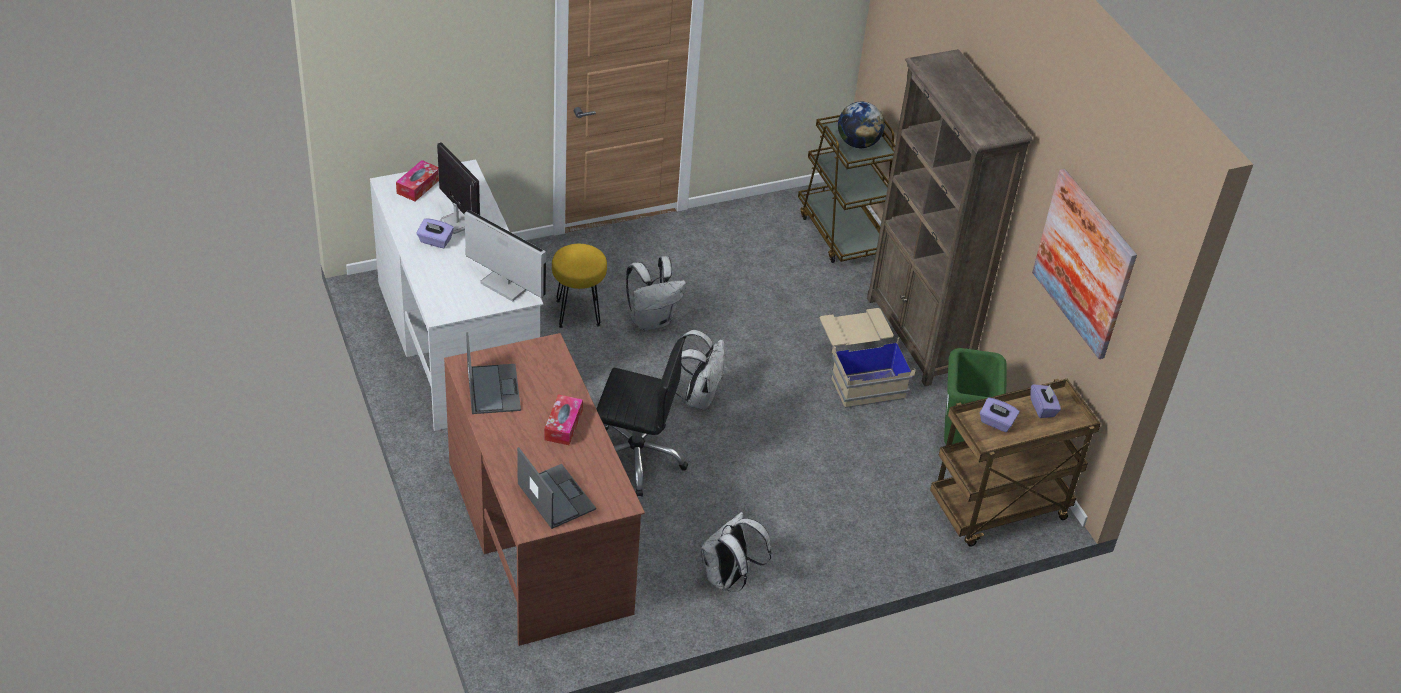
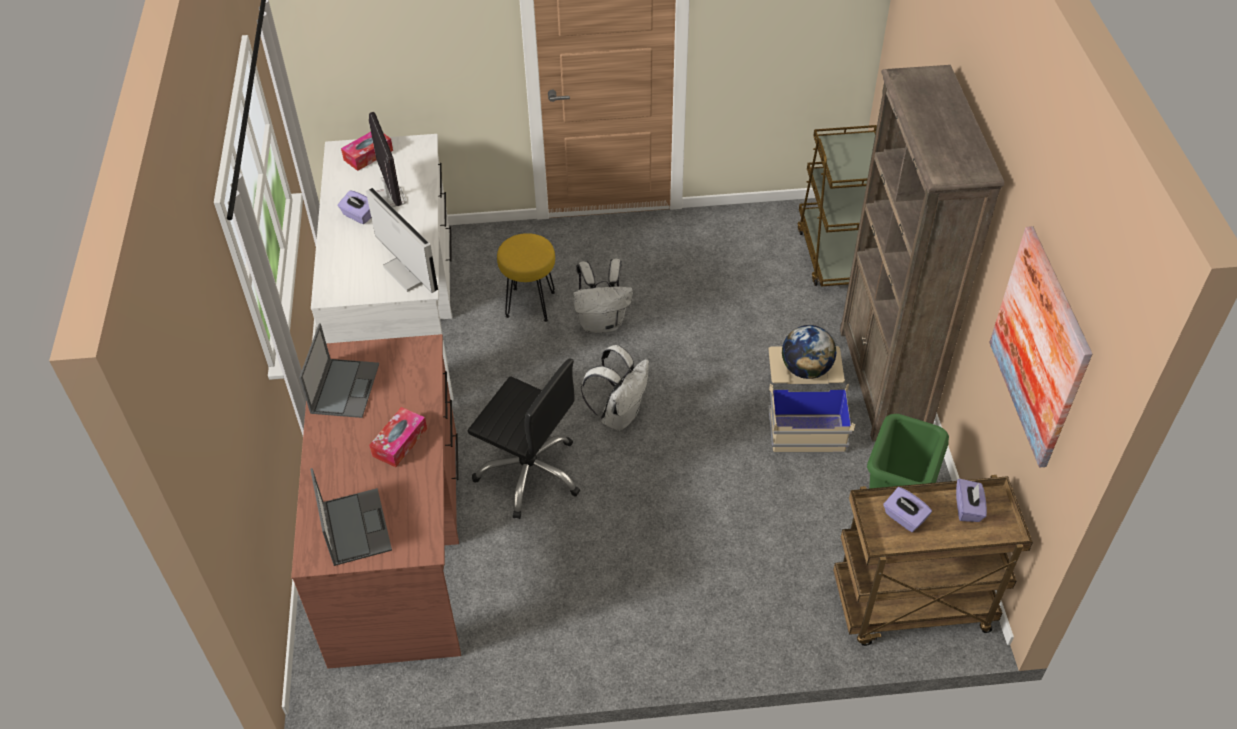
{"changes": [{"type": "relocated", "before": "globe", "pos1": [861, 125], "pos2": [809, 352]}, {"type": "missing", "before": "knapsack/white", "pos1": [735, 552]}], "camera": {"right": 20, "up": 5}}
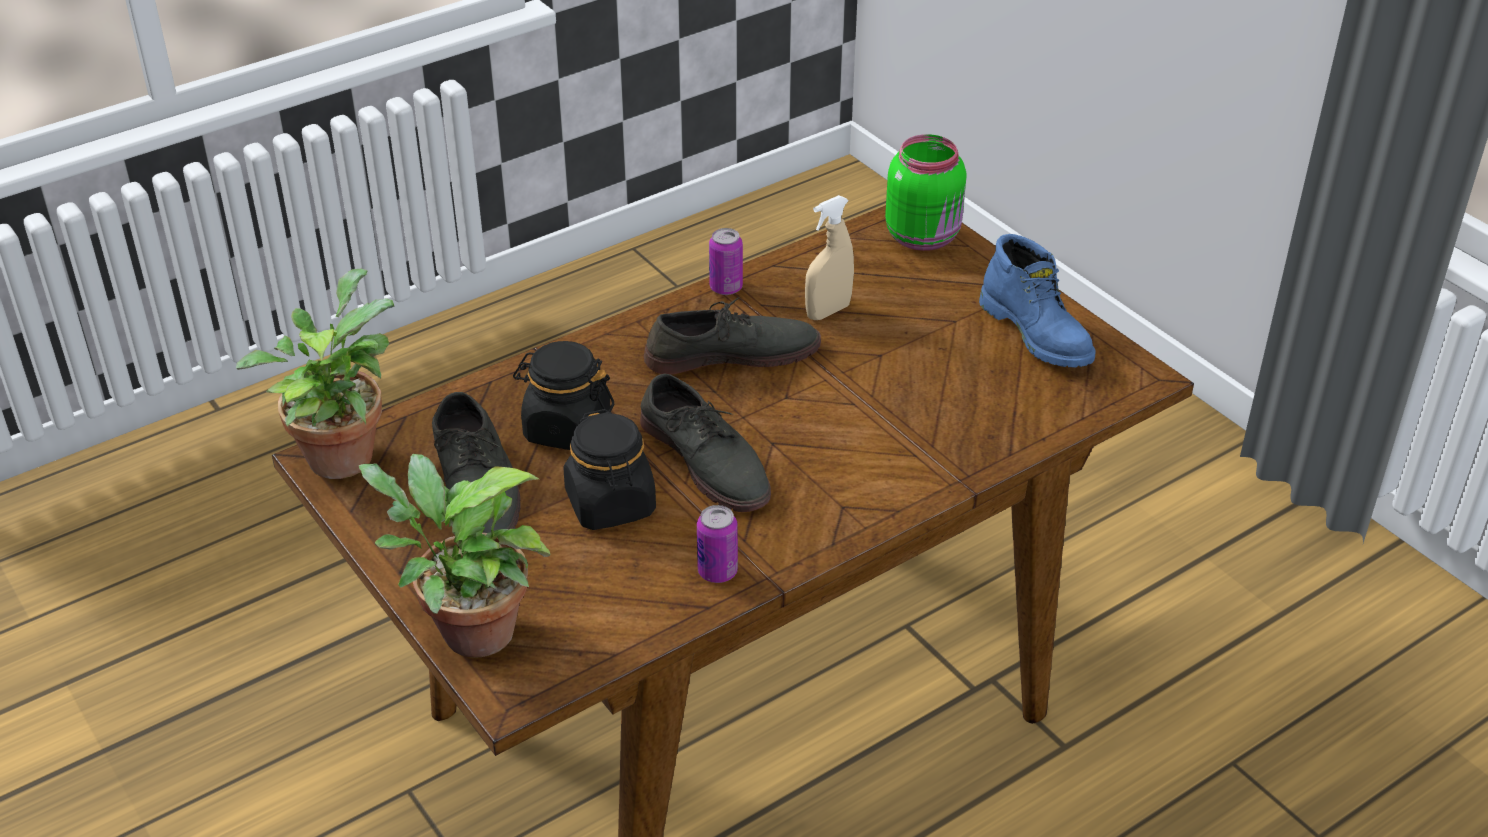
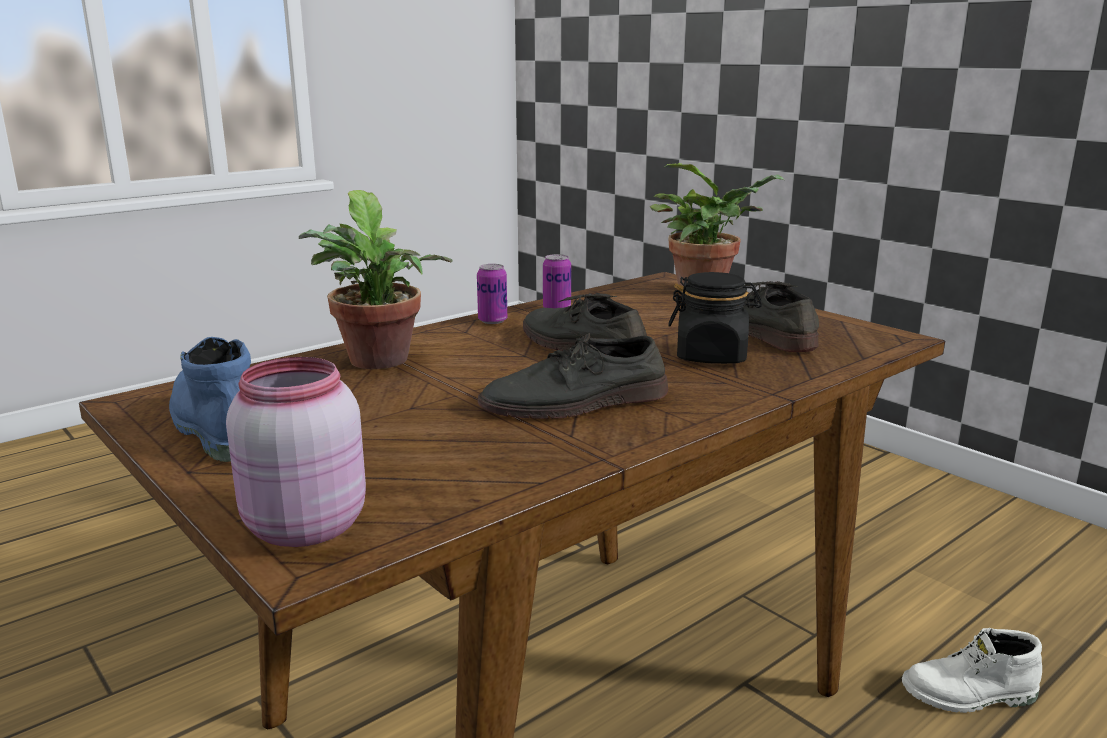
{"changes": [{"type": "colour", "before": "jar/greenish", "after": "jar/pink-coloured", "pos1": [926, 192], "pos2": [296, 452]}, {"type": "missing", "before": "sprayer/sand-coloured", "pos1": [829, 257]}, {"type": "relocated", "before": "sealed can", "pos1": [726, 261], "pos2": [492, 294]}, {"type": "relocated", "before": "houseplant", "pos1": [315, 374], "pos2": [376, 279]}, {"type": "missing", "before": "jar/black-coloured", "pos1": [610, 469]}, {"type": "appeared", "after": "boot/white", "pos2": [972, 670]}], "camera": {"right": 175, "up": -20}}
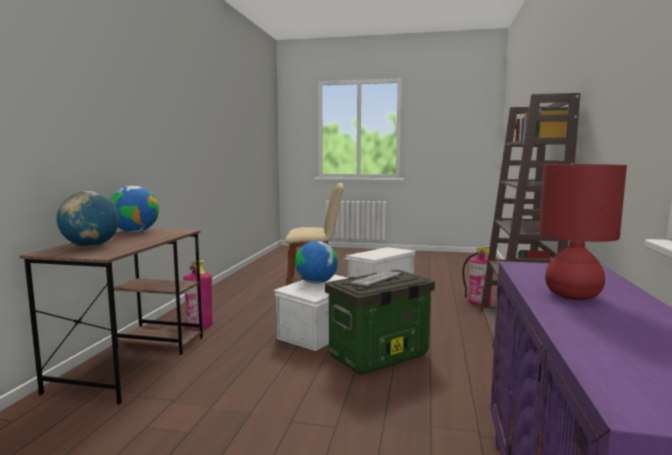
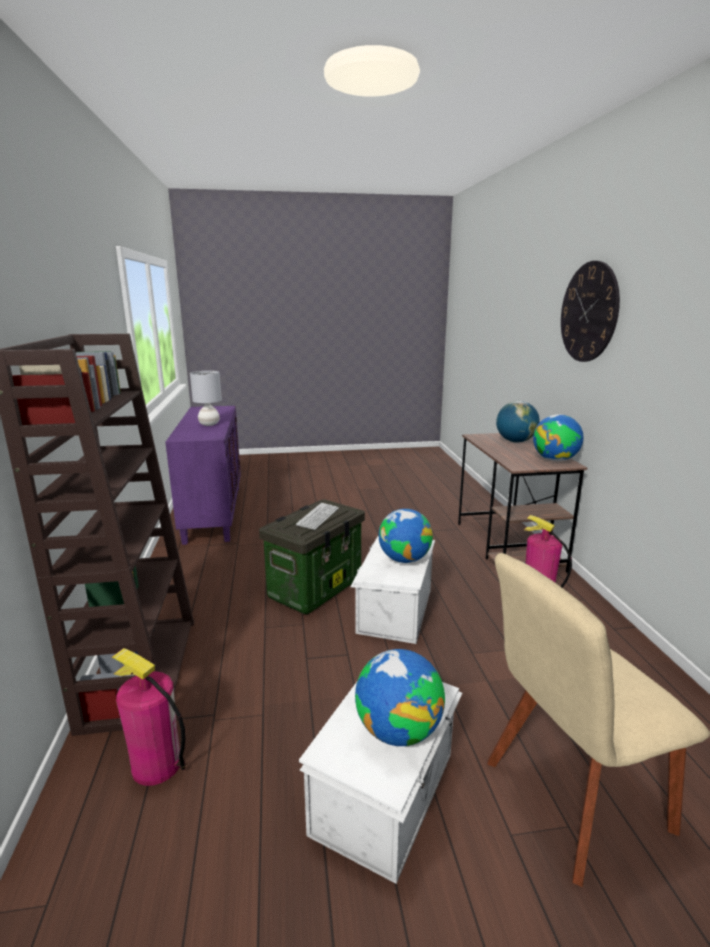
{"changes": [{"type": "colour", "before": "tabletop lamp/reddish", "after": "tabletop lamp/gray", "pos1": [583, 232], "pos2": [206, 398]}, {"type": "appeared", "after": "wall clock", "pos2": [590, 311]}, {"type": "appeared", "after": "globe", "pos2": [400, 697]}], "camera": {"right": 160, "up": 10}}
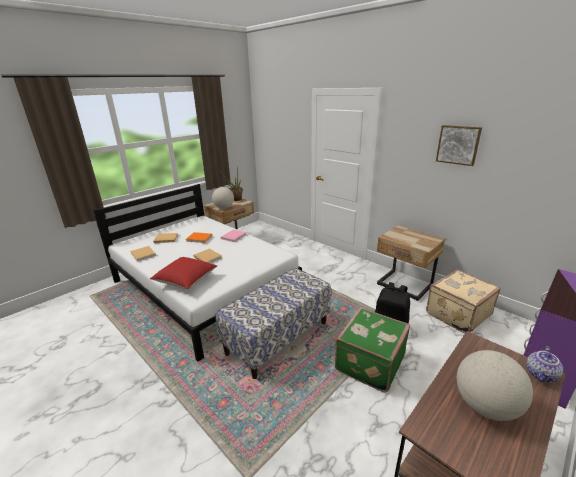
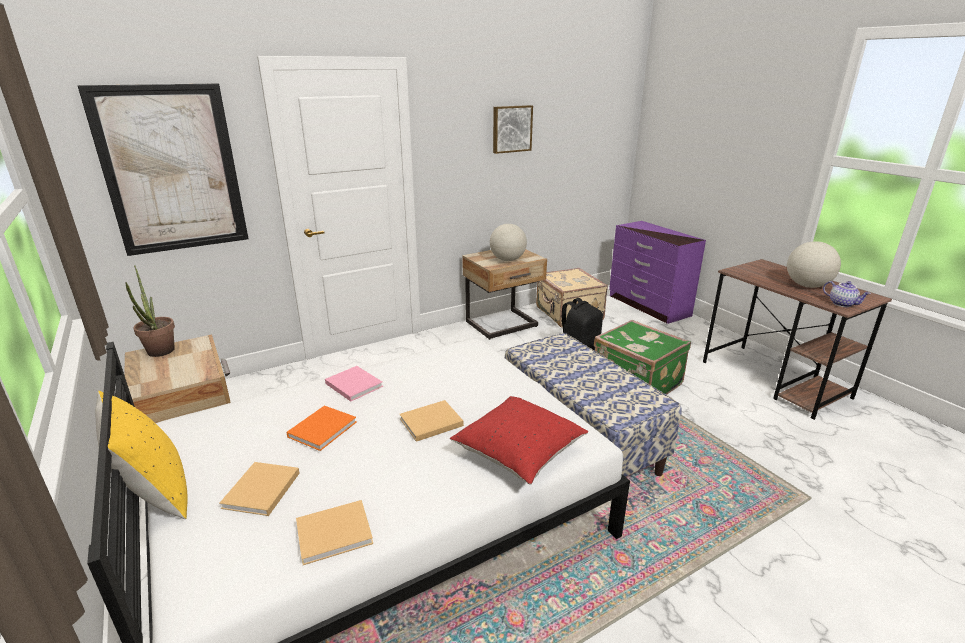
{"changes": [{"type": "relocated", "before": "globe", "pos1": [223, 198], "pos2": [508, 242]}, {"type": "relocated", "before": "tea pot", "pos1": [544, 364], "pos2": [847, 294]}, {"type": "appeared", "after": "picture", "pos2": [162, 169]}, {"type": "appeared", "after": "throw pillow/yellow-coloured", "pos2": [141, 455]}], "camera": {"right": -75, "up": 0}}
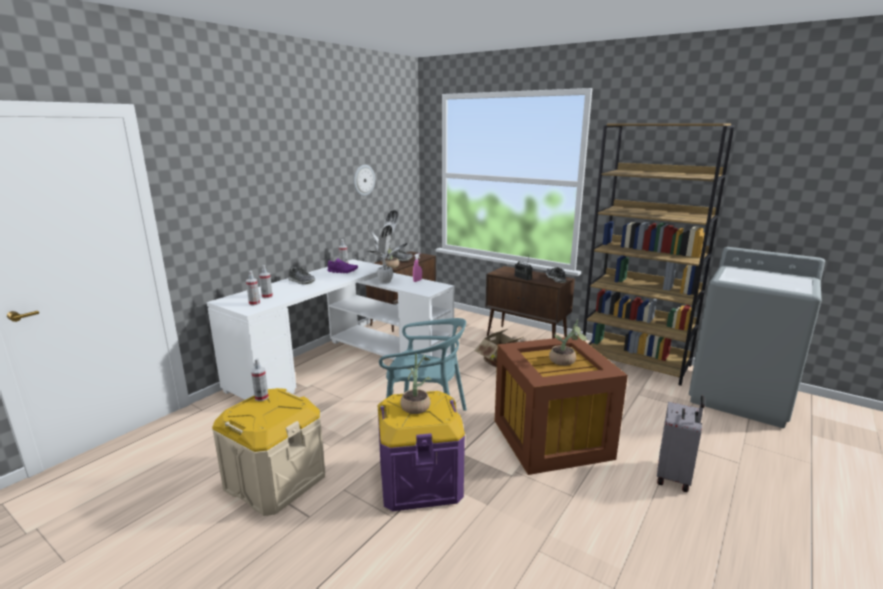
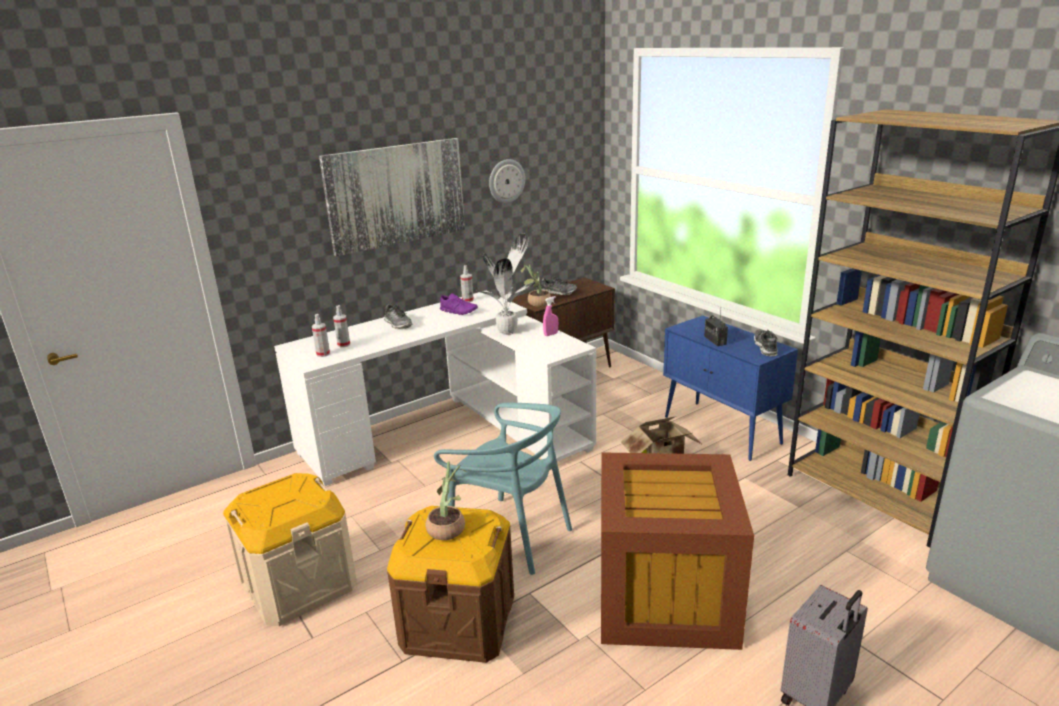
{"changes": [{"type": "colour", "before": "storage cabinet/brownish", "after": "storage cabinet/bluish", "pos1": [530, 302], "pos2": [730, 388]}, {"type": "missing", "before": "houseplant", "pos1": [568, 342]}, {"type": "missing", "before": "sprayer", "pos1": [260, 379]}, {"type": "colour", "before": "storage box/purple-coloured", "after": "storage box/brownish", "pos1": [421, 451], "pos2": [450, 584]}, {"type": "appeared", "after": "picture", "pos2": [392, 197]}], "camera": {"right": 20, "up": 5}}
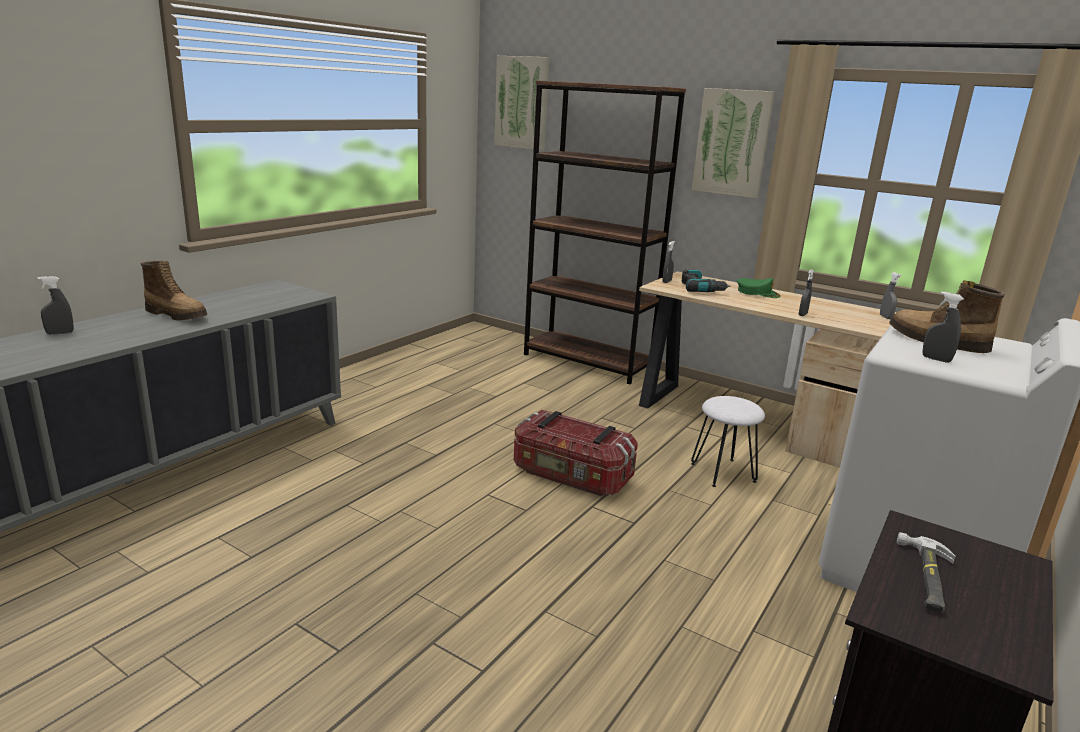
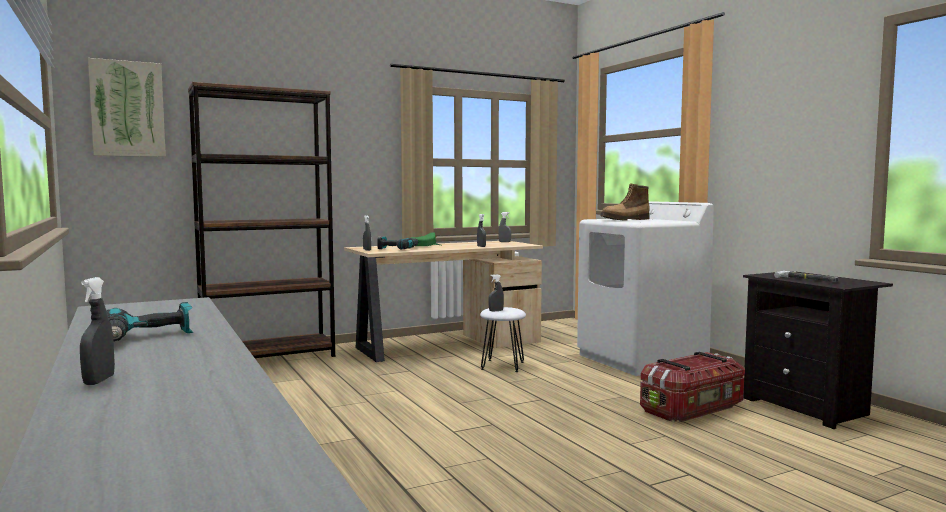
{"changes": [{"type": "missing", "before": "picture", "pos1": [733, 143]}, {"type": "exchanged", "before": "boot", "after": "power drill", "pos1": [174, 291], "pos2": [150, 322]}, {"type": "relocated", "before": "sprayer/gray", "pos1": [943, 327], "pos2": [496, 292]}, {"type": "relocated", "before": "storage box", "pos1": [576, 453], "pos2": [692, 387]}], "camera": {"right": -60, "up": -15}}
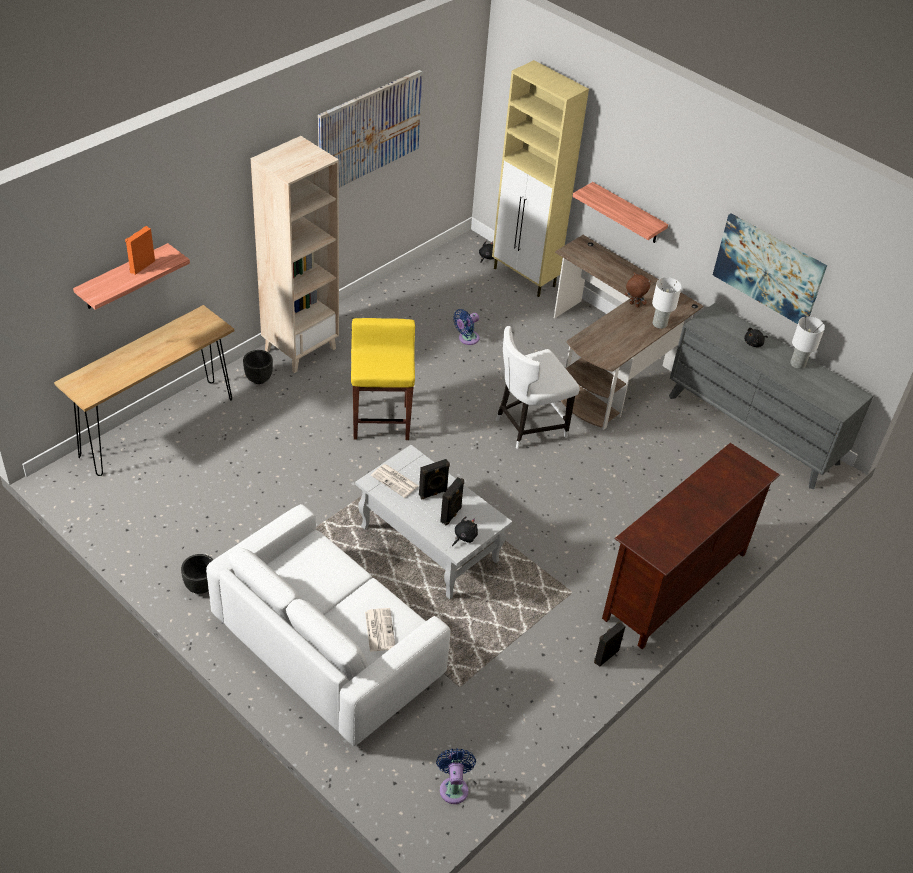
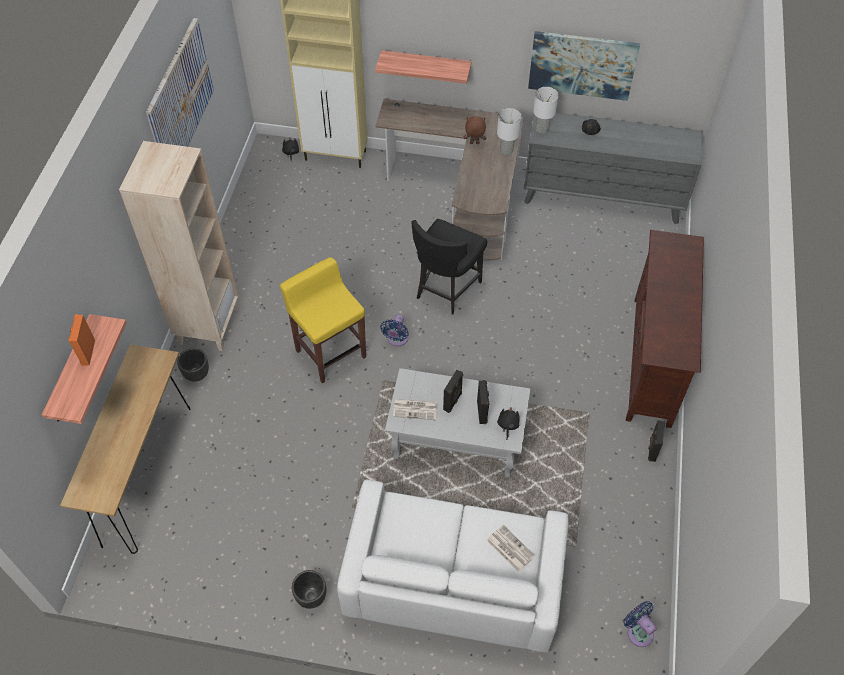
{"changes": [{"type": "relocated", "before": "fan/bluish", "pos1": [466, 327], "pos2": [394, 330]}, {"type": "relocated", "before": "tabletop lamp/white", "pos1": [807, 342], "pos2": [546, 110]}, {"type": "colour", "before": "chair/white", "after": "chair/black-coloured", "pos1": [538, 387], "pos2": [449, 267]}], "camera": {"right": -30, "up": 10}}
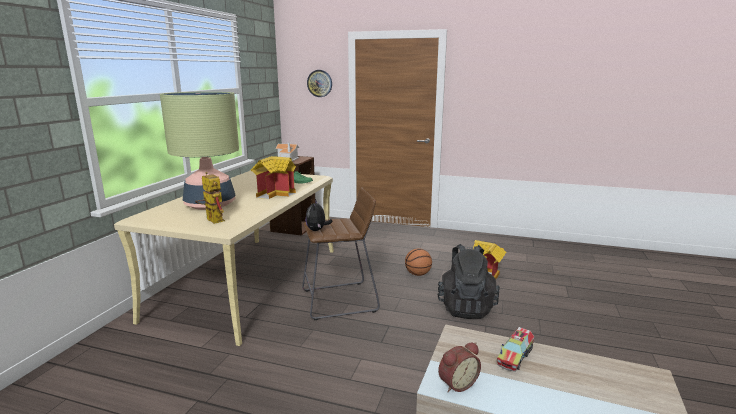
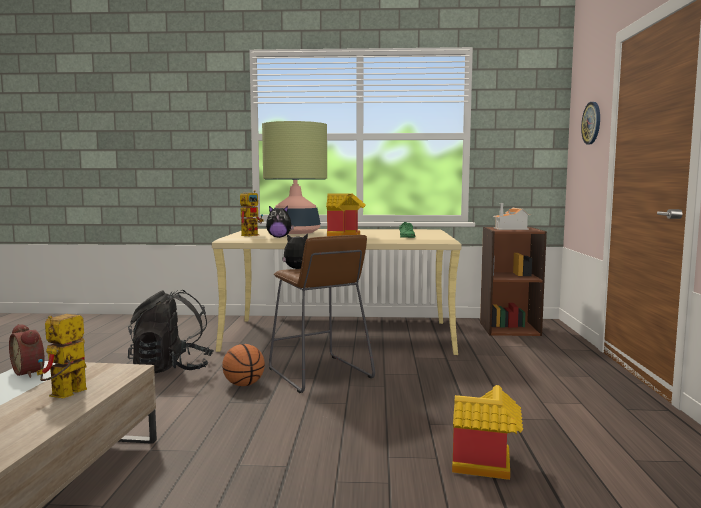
{"changes": [{"type": "relocated", "before": "knapsack/black-coloured", "pos1": [468, 281], "pos2": [171, 331]}, {"type": "relocated", "before": "basketball", "pos1": [418, 262], "pos2": [243, 365]}, {"type": "exchanged", "before": "toy truck", "after": "model robot", "pos1": [515, 349], "pos2": [61, 356]}, {"type": "appeared", "after": "plush toy", "pos2": [280, 222]}], "camera": {"right": 75, "up": -10}}
